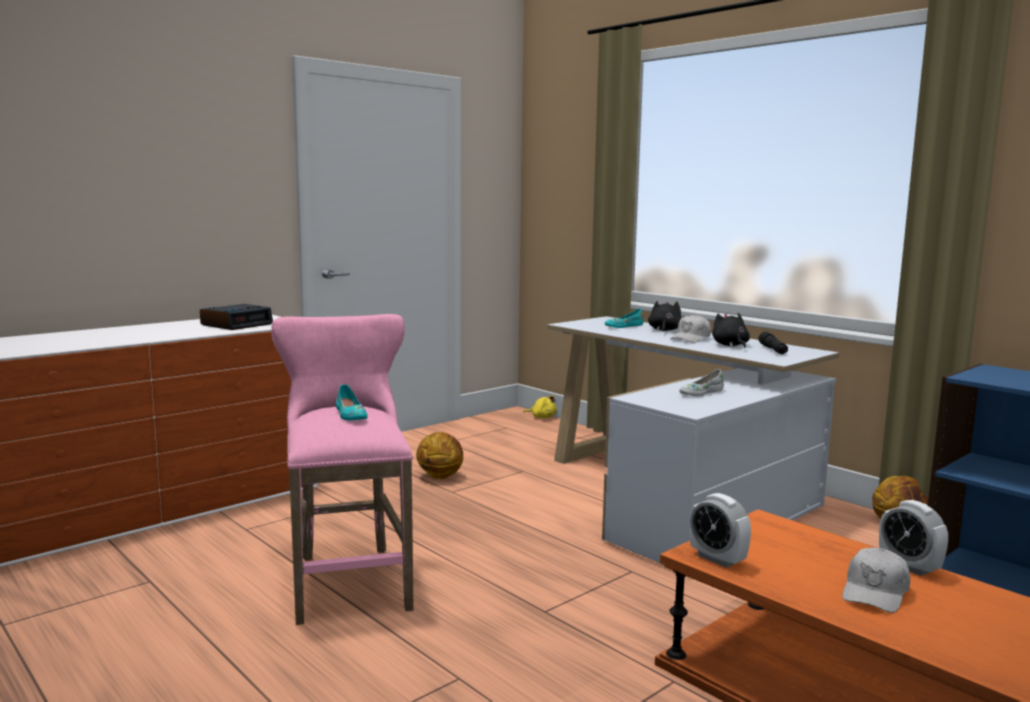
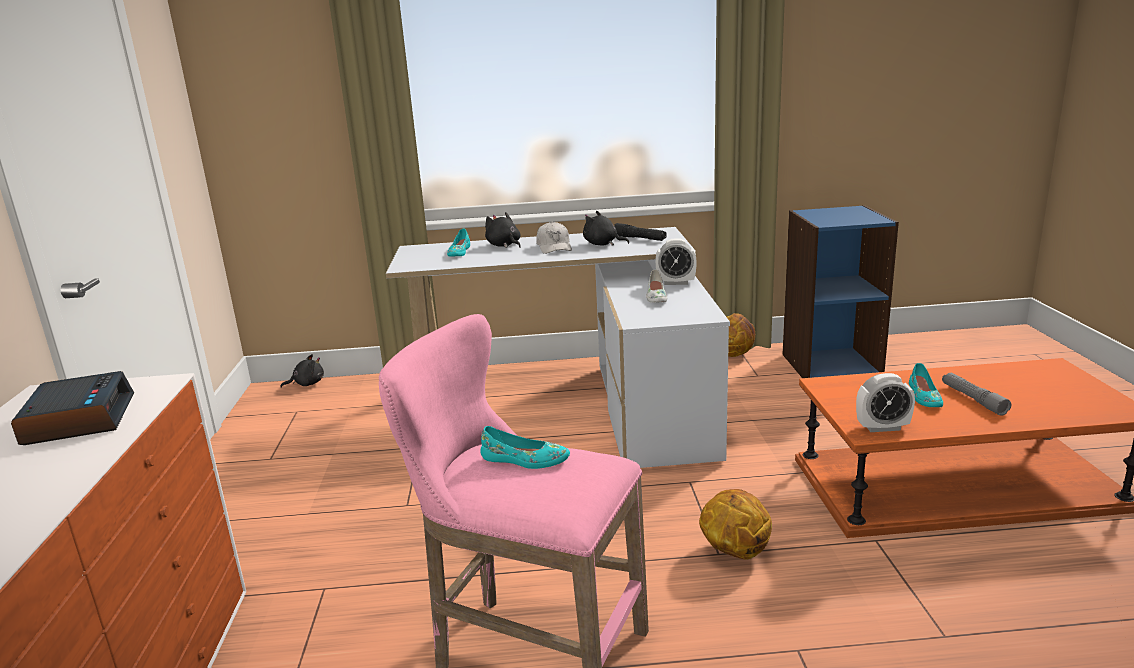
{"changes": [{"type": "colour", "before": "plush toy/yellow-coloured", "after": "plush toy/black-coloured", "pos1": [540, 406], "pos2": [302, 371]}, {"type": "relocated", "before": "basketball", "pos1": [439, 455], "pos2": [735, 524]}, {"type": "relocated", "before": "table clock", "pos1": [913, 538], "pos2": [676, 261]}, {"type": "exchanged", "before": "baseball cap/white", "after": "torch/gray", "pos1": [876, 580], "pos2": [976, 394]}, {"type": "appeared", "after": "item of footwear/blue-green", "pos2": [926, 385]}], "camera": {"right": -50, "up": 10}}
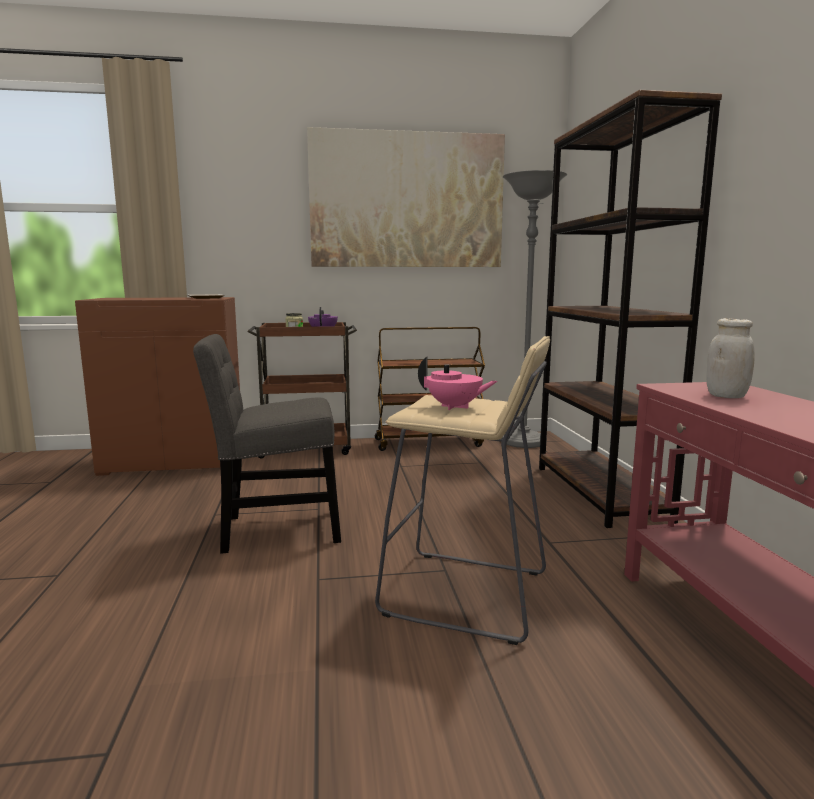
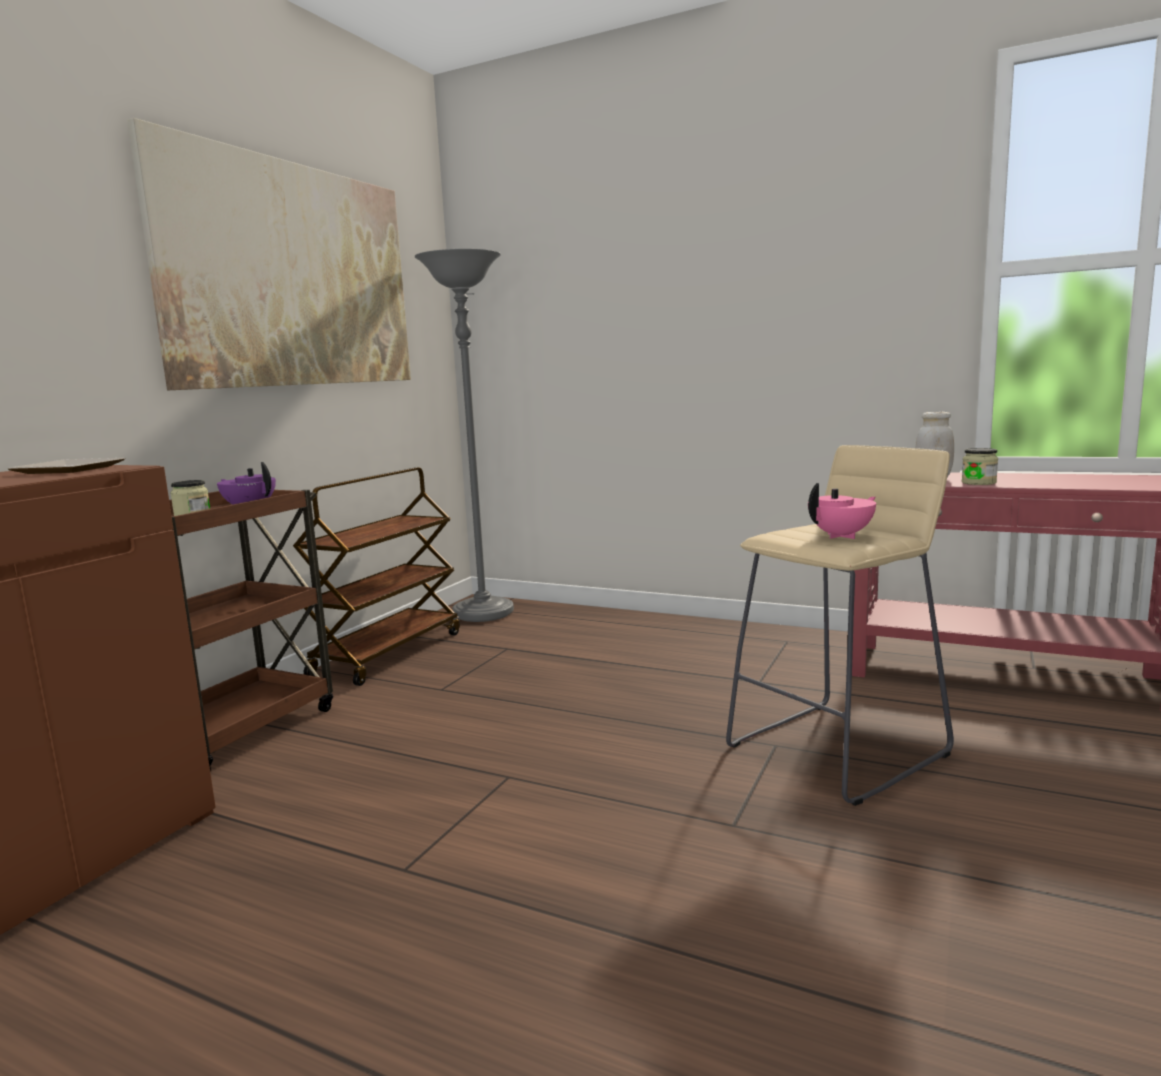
{"changes": [{"type": "missing", "before": "bookcase/brownish", "pos1": [630, 309]}, {"type": "missing", "before": "chair/gray", "pos1": [267, 444]}, {"type": "appeared", "after": "jar", "pos2": [980, 466]}], "camera": {"right": -55, "up": 0}}
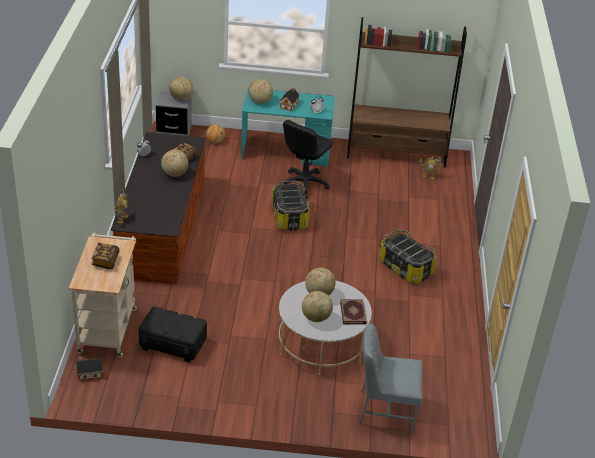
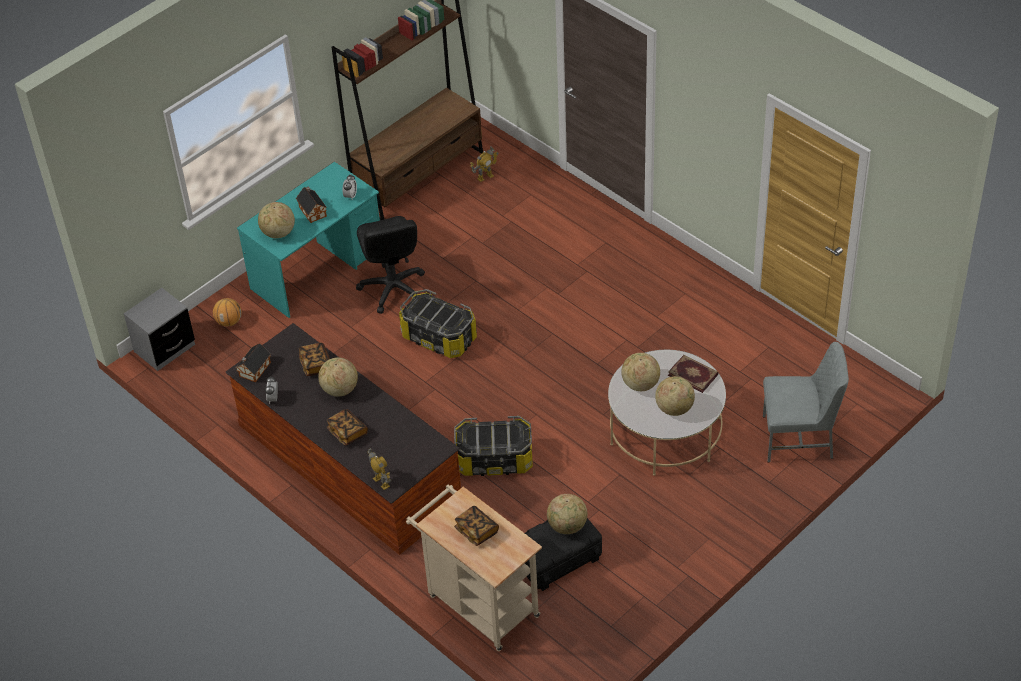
{"changes": [{"type": "relocated", "before": "globe", "pos1": [181, 88], "pos2": [567, 514]}, {"type": "relocated", "before": "storage box", "pos1": [408, 256], "pos2": [493, 446]}, {"type": "spun", "before": "chair/gray", "pos1": [390, 377], "pos2": [806, 402], "turn": -135}, {"type": "relocated", "before": "miniature house", "pos1": [89, 368], "pos2": [253, 363]}, {"type": "appeared", "after": "bound book", "pos2": [347, 427]}], "camera": {"right": -45, "up": 10}}
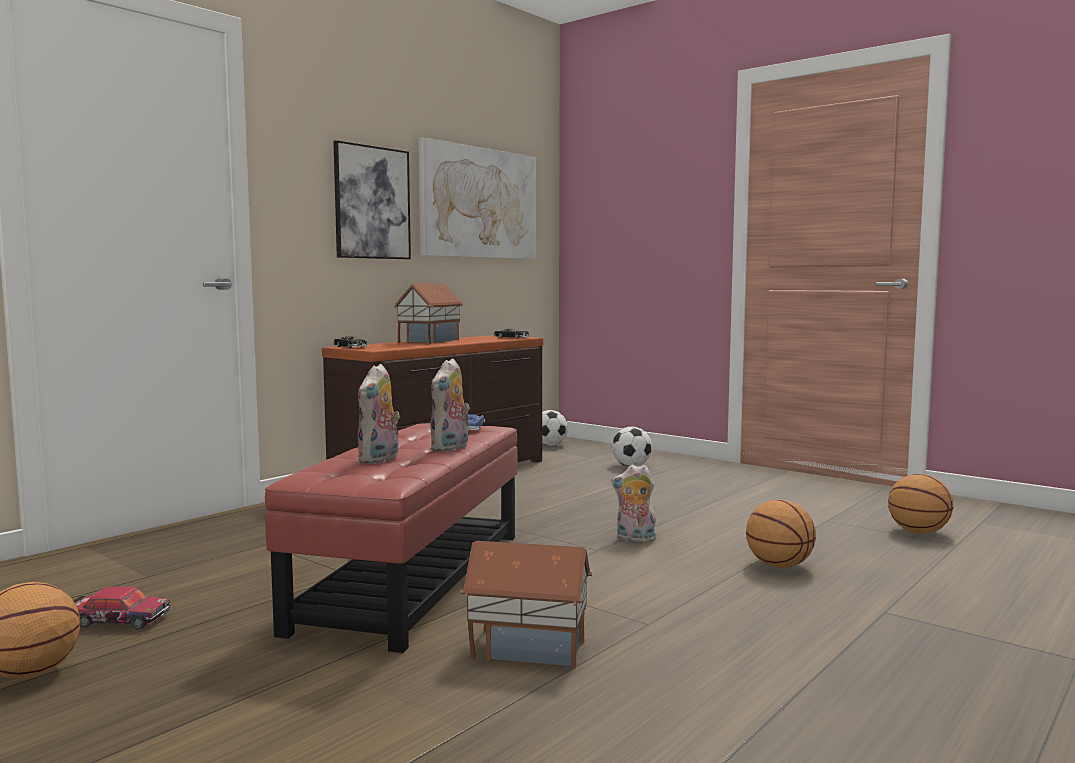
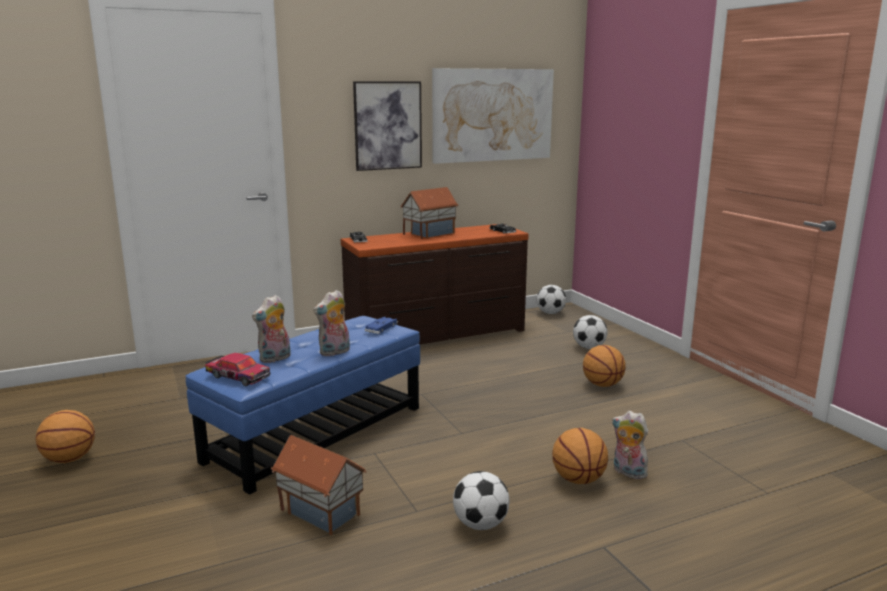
{"changes": [{"type": "colour", "before": "ottoman/reddish", "after": "ottoman/bluish", "pos1": [391, 538], "pos2": [303, 405]}, {"type": "relocated", "before": "plush toy", "pos1": [633, 503], "pos2": [630, 445]}, {"type": "relocated", "before": "basketball", "pos1": [920, 504], "pos2": [604, 366]}, {"type": "relocated", "before": "miniature car", "pos1": [121, 608], "pos2": [237, 369]}, {"type": "appeared", "after": "football ball", "pos2": [481, 500]}], "camera": {"right": 25, "up": 10}}
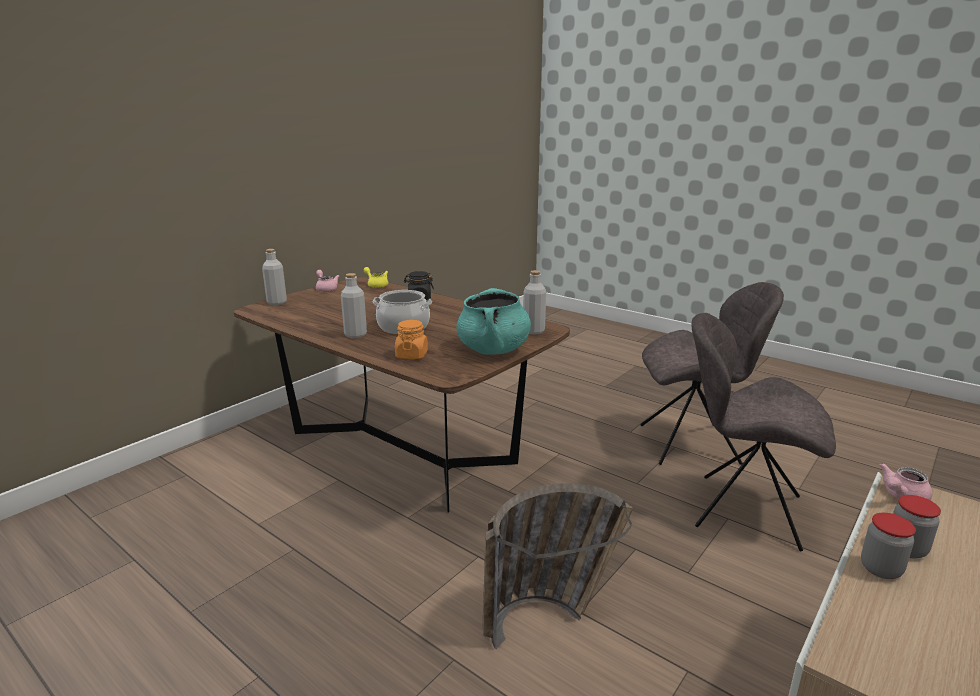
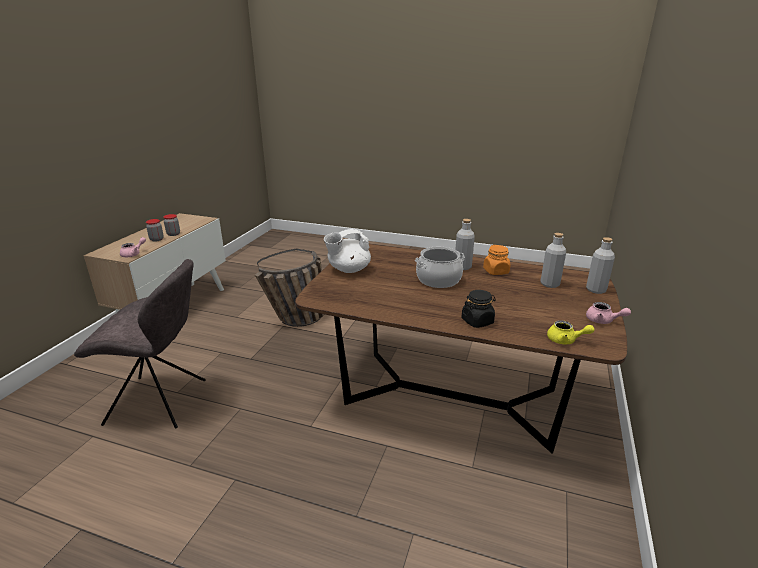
{"changes": [{"type": "relocated", "before": "drink bottle/gray", "pos1": [534, 302], "pos2": [553, 260]}, {"type": "missing", "before": "chair/gray", "pos1": [712, 373]}, {"type": "exchanged", "before": "stockpot/blue-green", "after": "tea pot/white", "pos1": [493, 321], "pos2": [347, 251]}, {"type": "relocated", "before": "jar/orange", "pos1": [411, 339], "pos2": [496, 260]}], "camera": {"right": 160, "up": 5}}
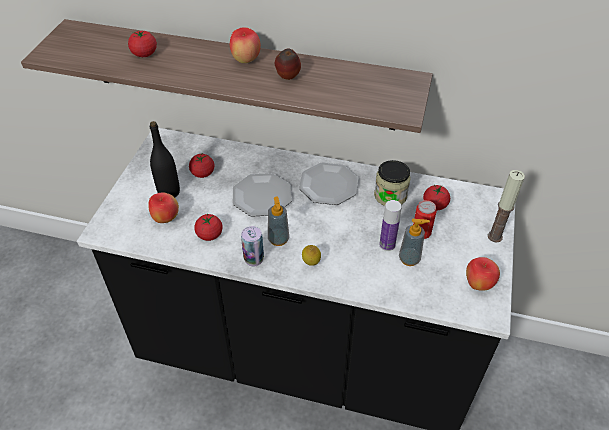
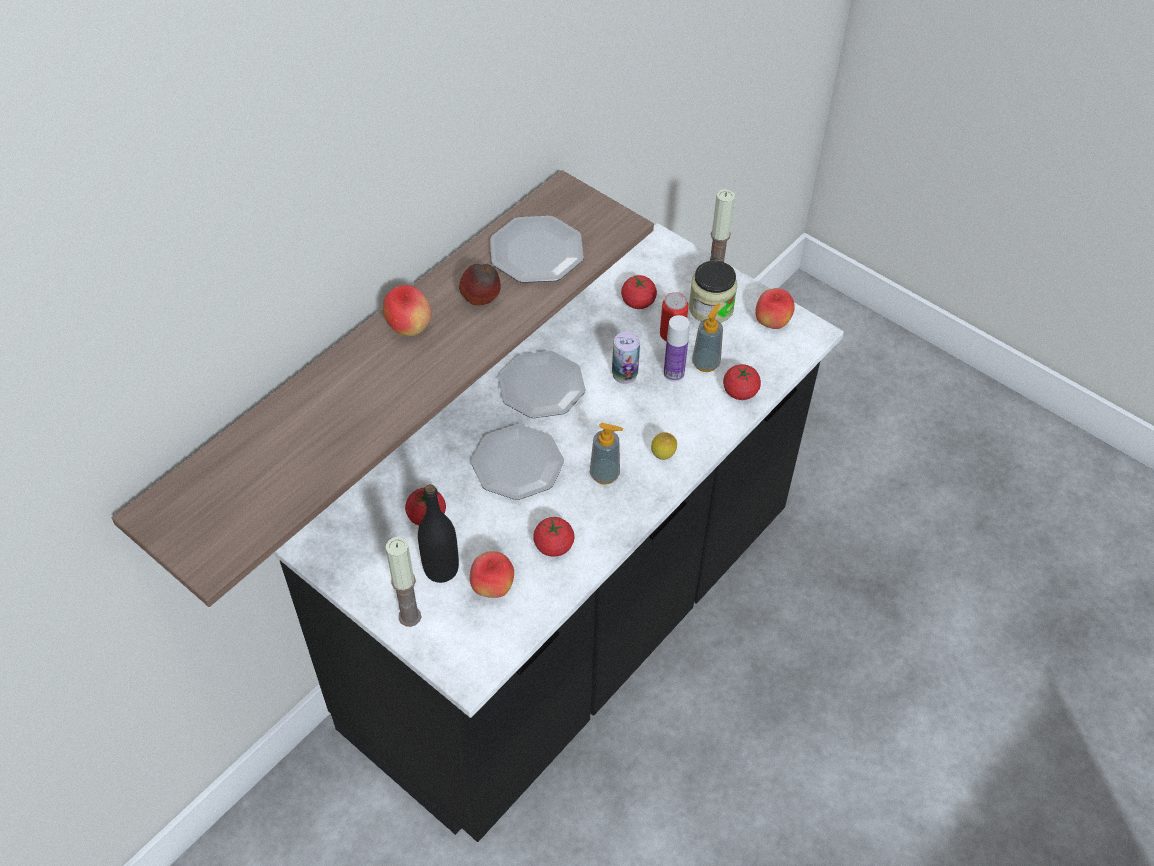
{"changes": [{"type": "relocated", "before": "whole tomato", "pos1": [142, 44], "pos2": [742, 382]}, {"type": "relocated", "before": "jar", "pos1": [392, 183], "pos2": [713, 292]}, {"type": "relocated", "before": "sealed can", "pos1": [252, 246], "pos2": [626, 358]}, {"type": "appeared", "after": "flat dish", "pos2": [537, 249]}, {"type": "appeared", "after": "candle", "pos2": [403, 582]}], "camera": {"right": -65, "up": 5}}
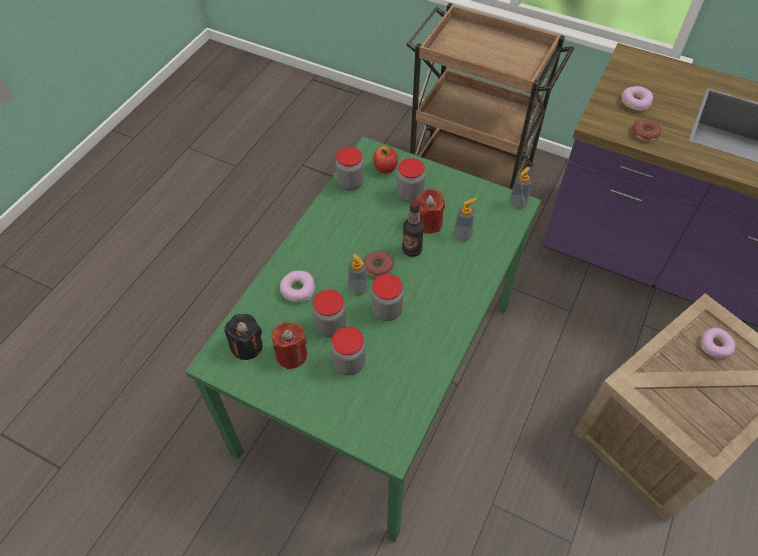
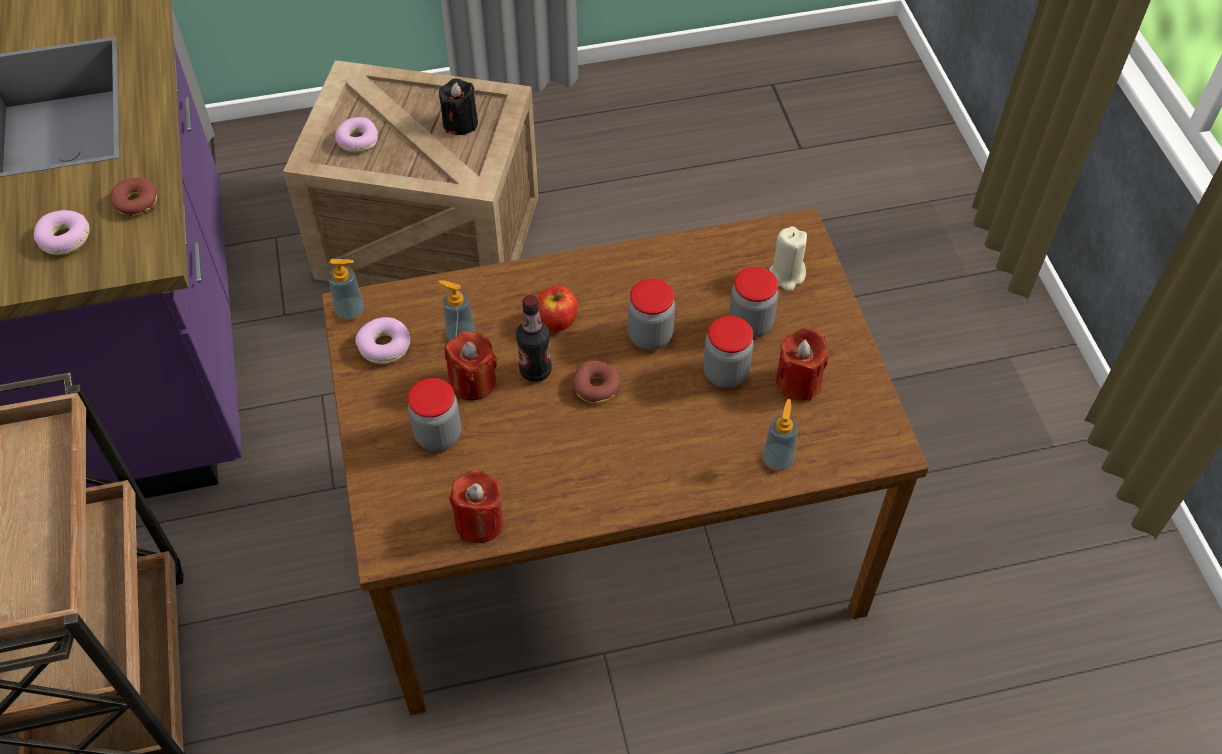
{"changes": [{"type": "colour", "before": "dinner table/greenish", "after": "dinner table/brownish", "pos1": [363, 339], "pos2": [625, 461]}, {"type": "relocated", "before": "apple fruit", "pos1": [385, 160], "pos2": [557, 309]}, {"type": "exchanged", "before": "jar", "after": "candle/reddish", "pos1": [350, 169], "pos2": [476, 506]}, {"type": "relocated", "before": "soap bottle", "pos1": [358, 275], "pos2": [780, 435]}, {"type": "relocated", "before": "donut", "pos1": [297, 286], "pos2": [383, 340]}, {"type": "relocated", "before": "candle/black-coloured", "pos1": [243, 337], "pos2": [458, 106]}, {"type": "appeared", "after": "candle/sand-coloured", "pos2": [788, 258]}], "camera": {"right": -130, "up": 0}}
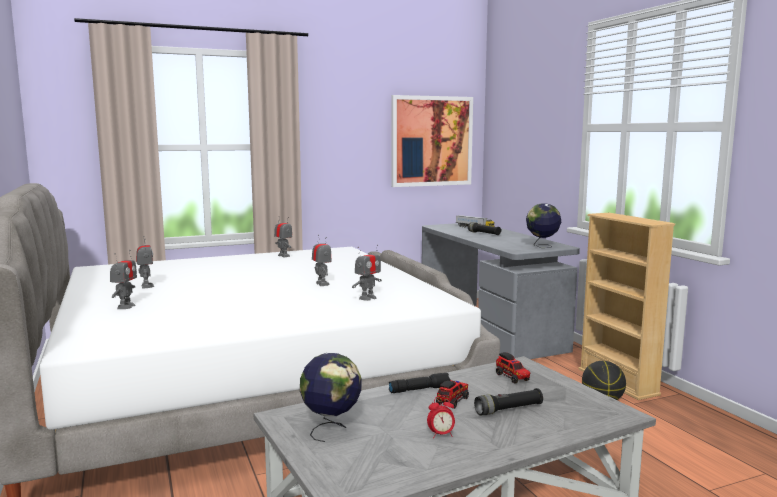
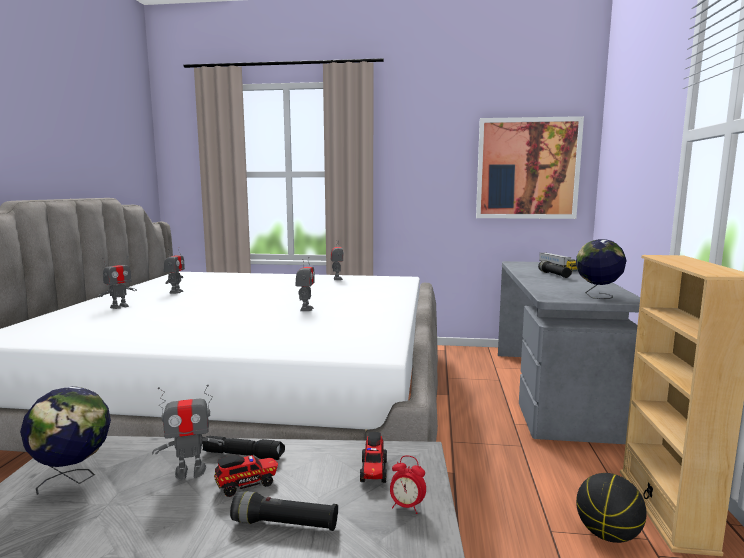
{"changes": [{"type": "relocated", "before": "model robot", "pos1": [367, 273], "pos2": [188, 432]}, {"type": "relocated", "before": "table clock", "pos1": [441, 416], "pos2": [408, 484]}], "camera": {"right": 30, "up": 0}}
